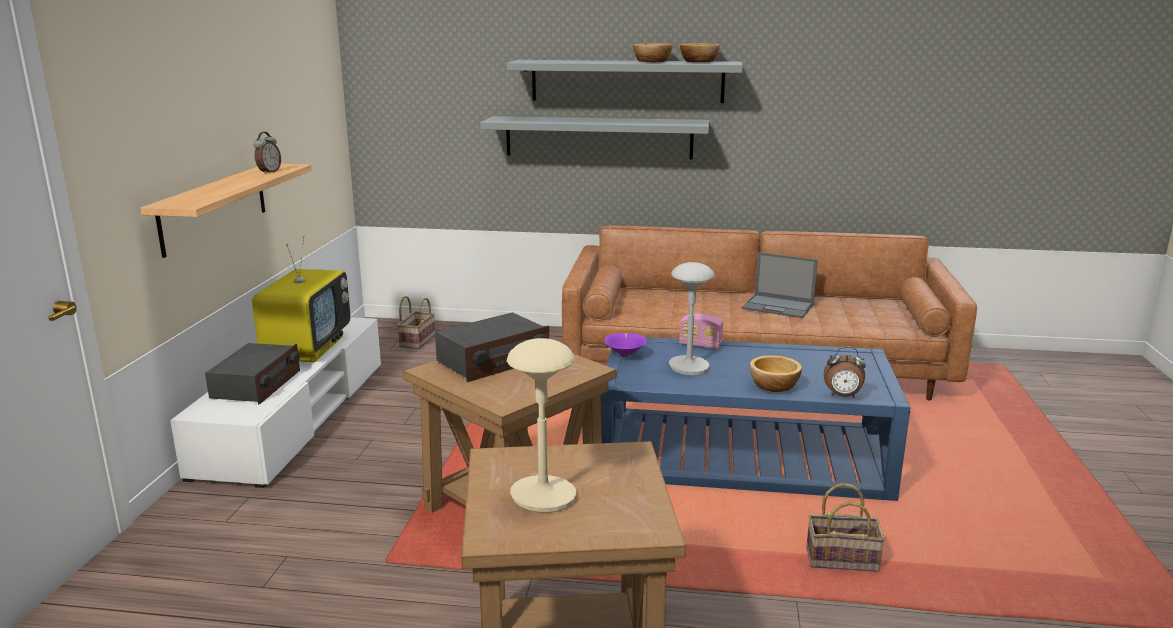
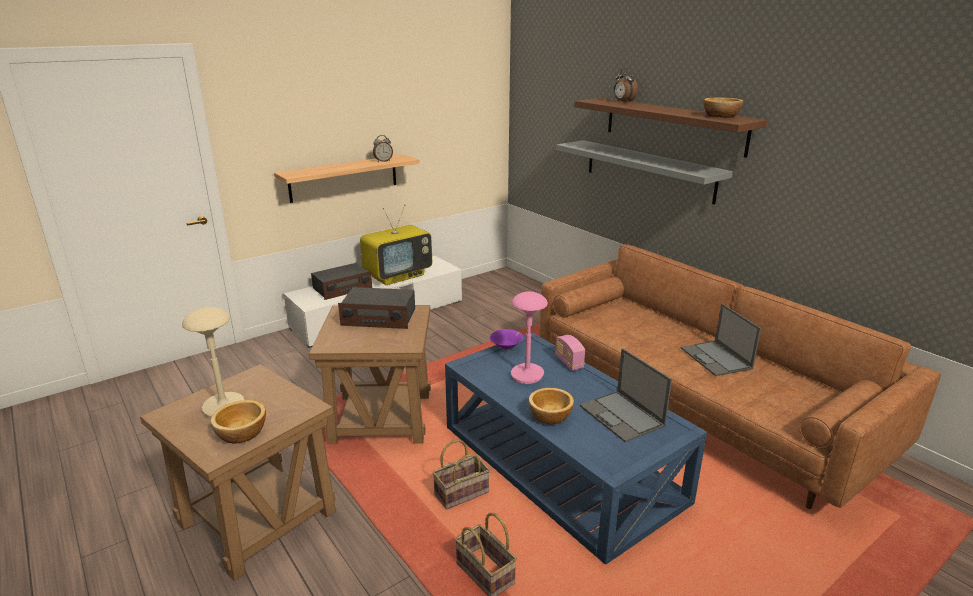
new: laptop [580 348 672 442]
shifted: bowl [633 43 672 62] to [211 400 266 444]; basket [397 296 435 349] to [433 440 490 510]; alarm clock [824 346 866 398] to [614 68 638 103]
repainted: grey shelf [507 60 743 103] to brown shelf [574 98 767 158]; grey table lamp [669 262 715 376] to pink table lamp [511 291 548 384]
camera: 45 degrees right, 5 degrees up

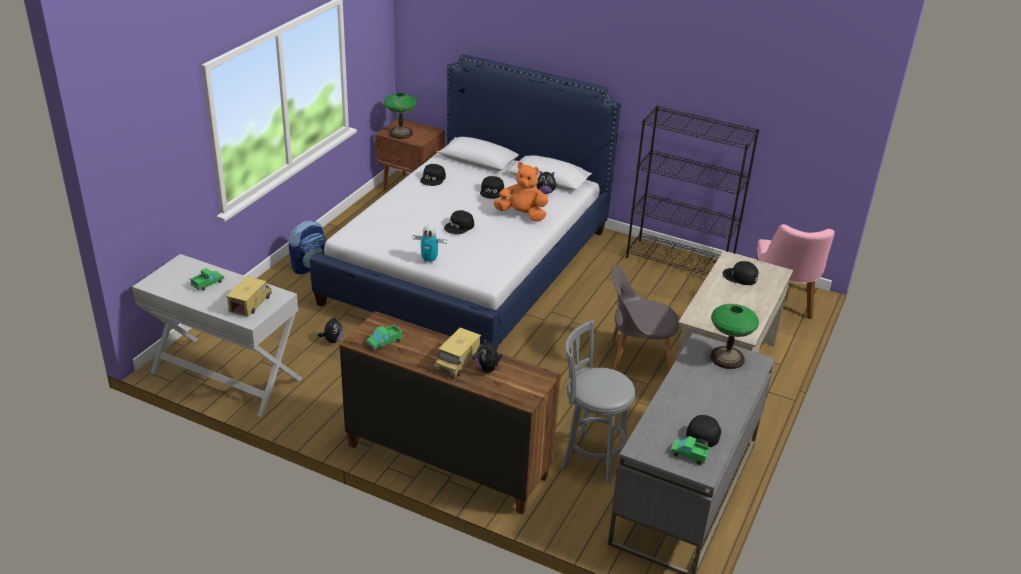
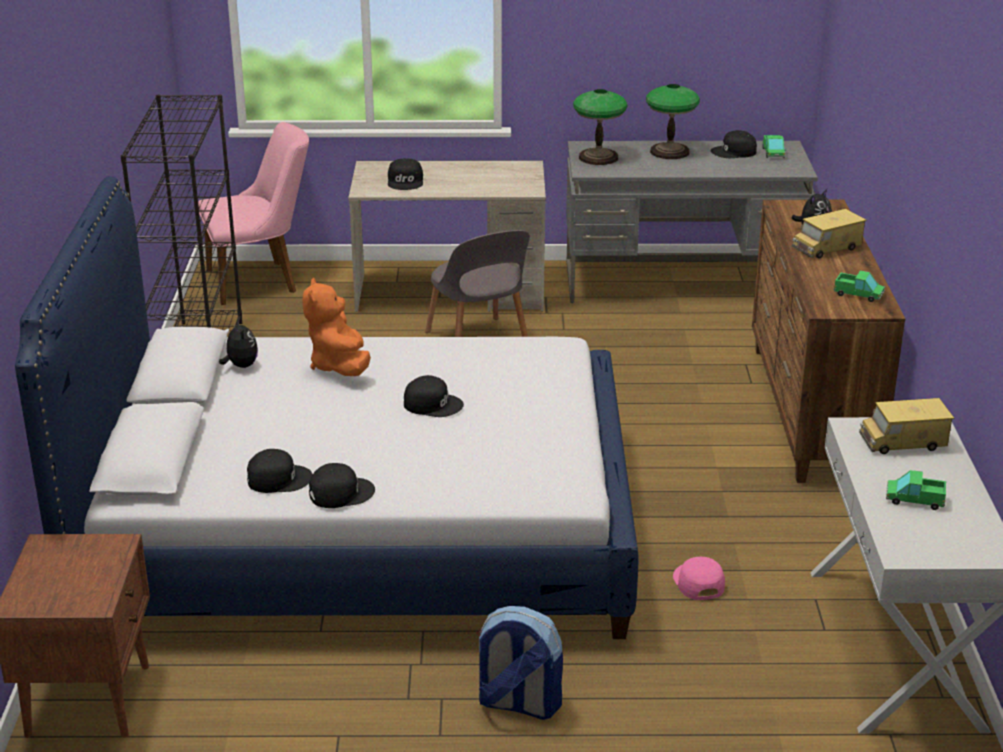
gone: toy robot [412 225 447 264]; grey stool [561 320 635 485]
shifted: table lamp [384 93 417 139] to [646 84 700 159]; black cap [480 176 504 199] to [309 463 375 508]
swapped: plush toy [318 315 343 343] to pink cap [673 557 725 600]
rotated: toy truck [434 327 481 378] = [792 209 867 258] 150 degrees clockwise
camera: 115 degrees left, 5 degrees down

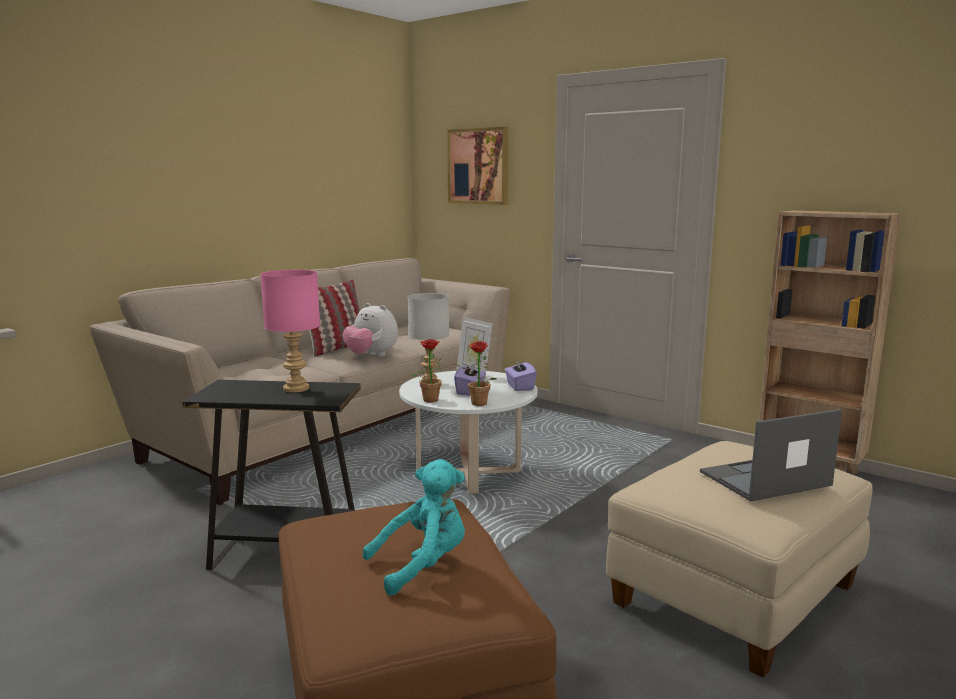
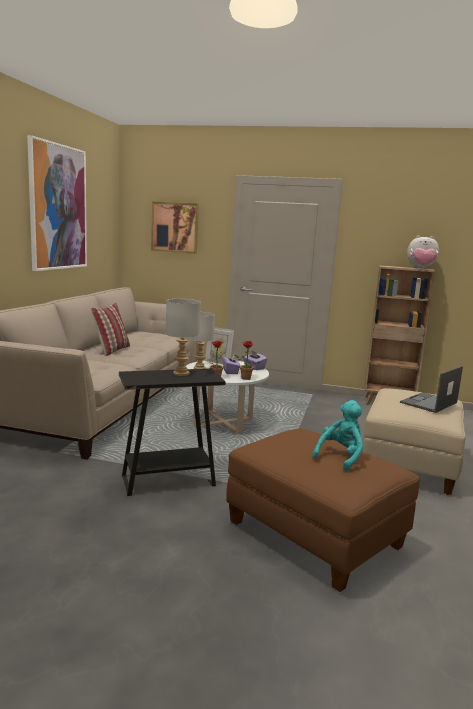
new: picture [27 135 87 271]
shifted: plush toy [343 303 398 356] to [407 235 439 269]
repainted: pink table lamp [260 270 320 393] to grey table lamp [165 299 201 376]
camera: 25 degrees left, 0 degrees up

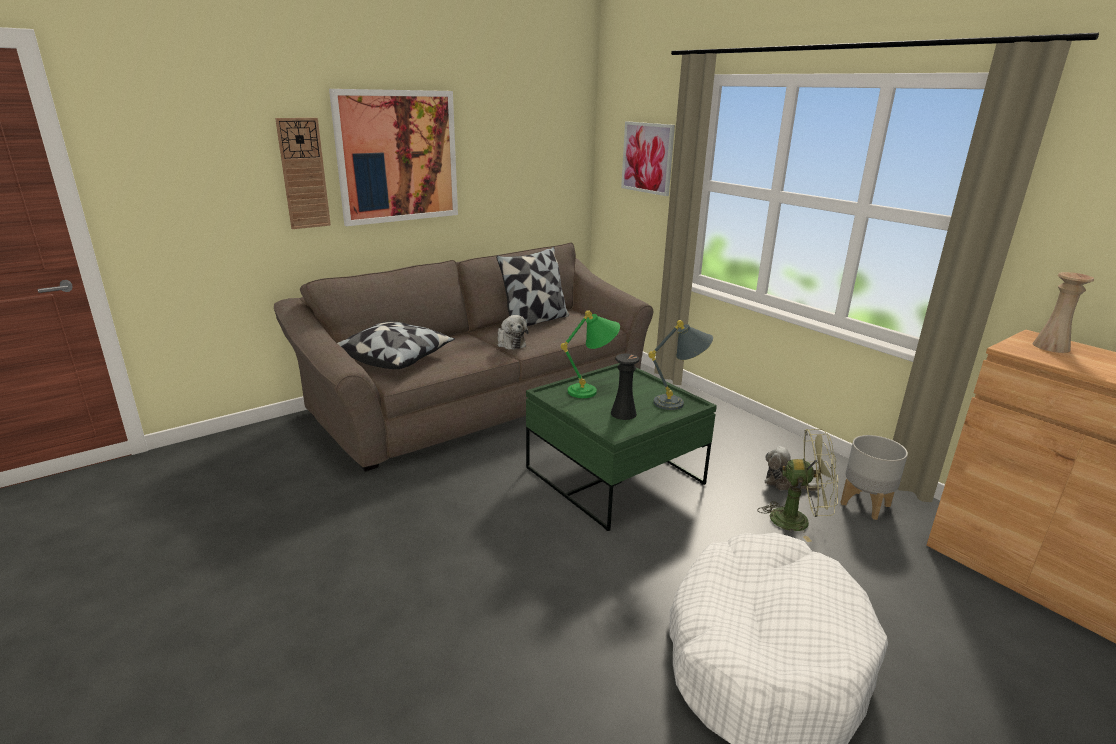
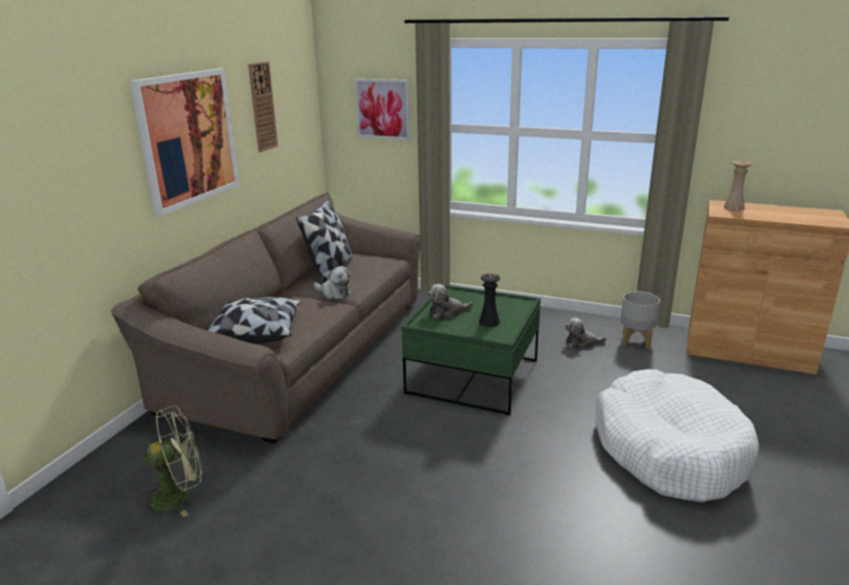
gone: grey table lamp [648 320 713 410]
shifted: wall clock [275 118 331 229] to [248 61 278 152]; green fan [758 429 838 542] to [139 406 202 517]
swapped: green table lamp [560 310 620 398] to plush toy [427 284 473 319]
camera: 30 degrees left, 0 degrees up

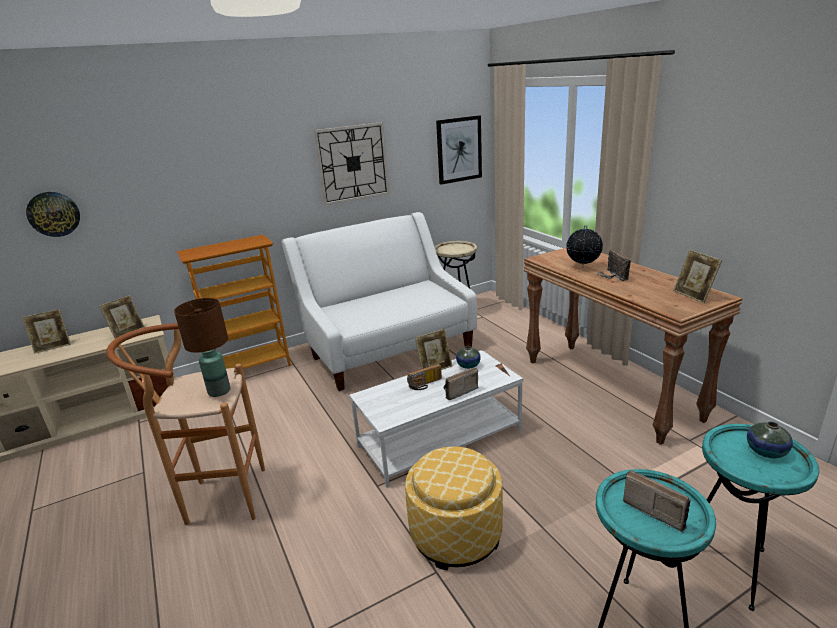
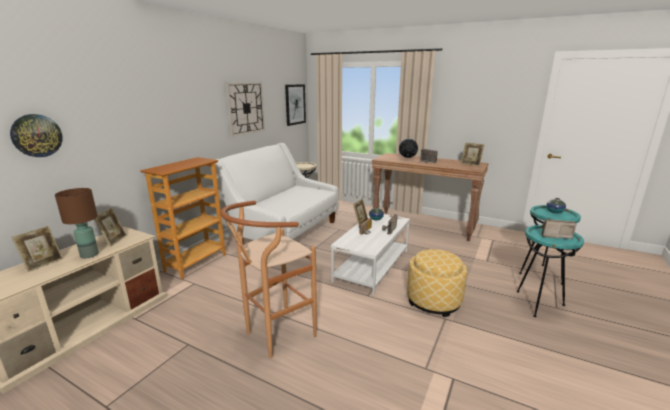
shifted: brown table lamp [174 298 231 397] to [55 188 99 258]
camera: 35 degrees left, 5 degrees down

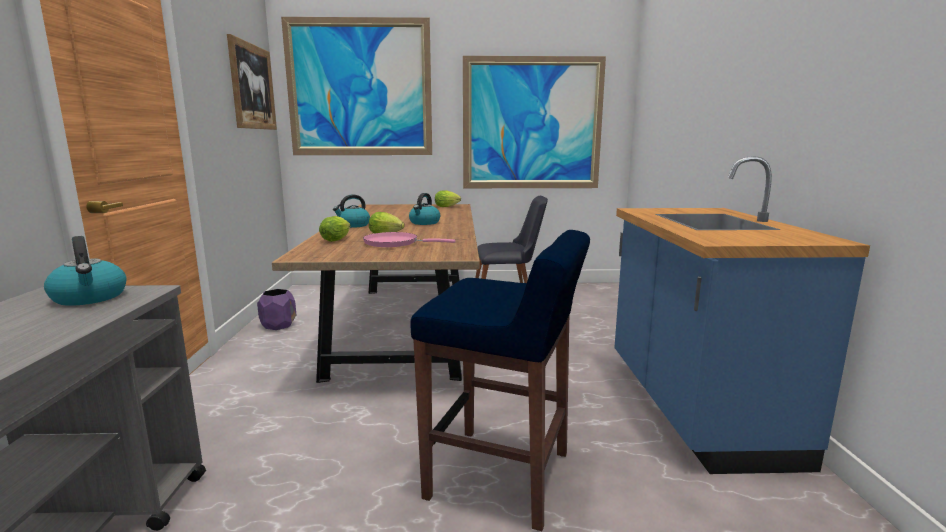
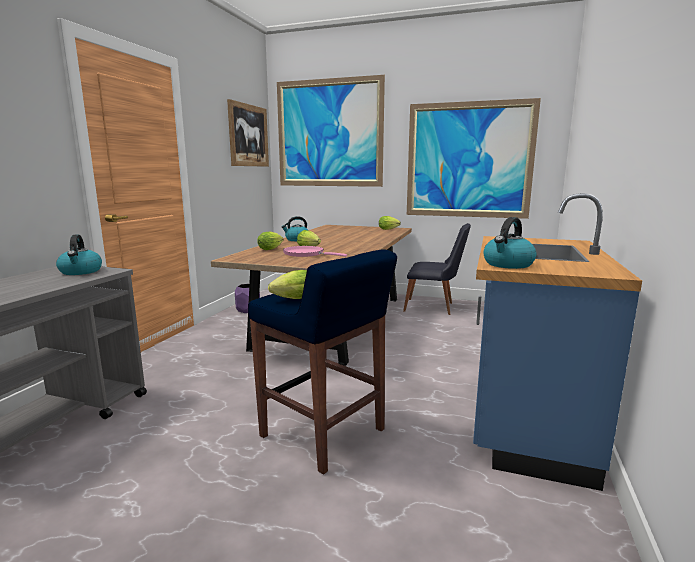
new: lettuce [268 270 307 299]
shifted: kettle [409 193 440 225] to [484 217 536 269]
camera: 20 degrees right, 0 degrees up

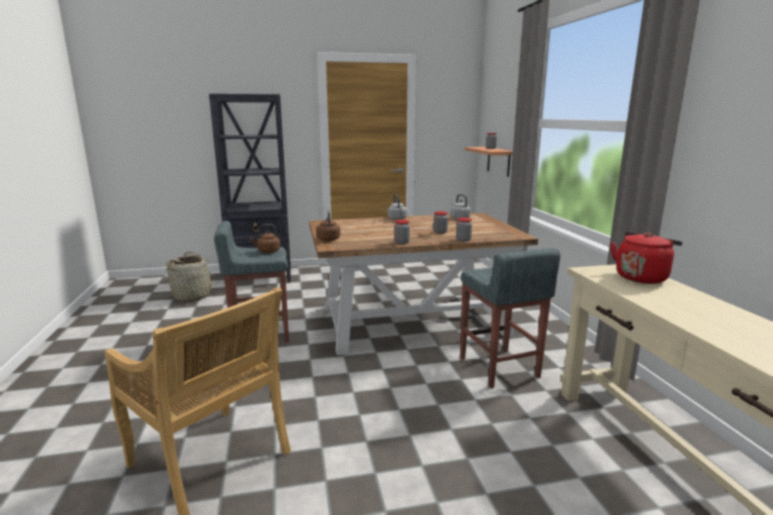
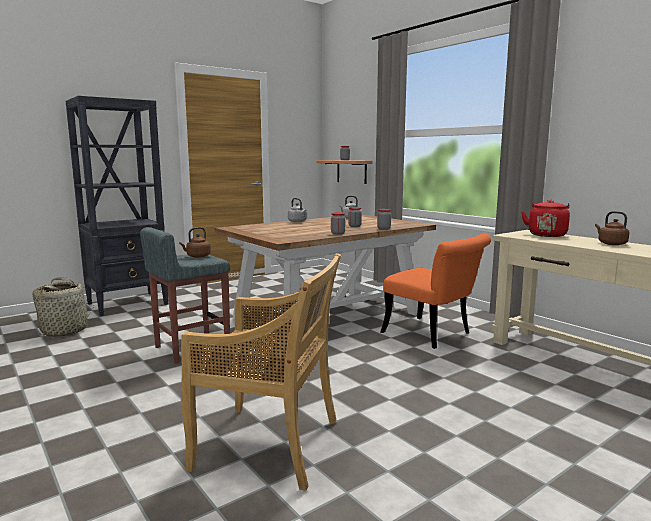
shifted: brown kettle [316 210 340 241] to [595 211 629 245]
swapped: grey stool [460 248 560 388] to orange chair [380 234 491 349]
camera: 25 degrees left, 5 degrees down

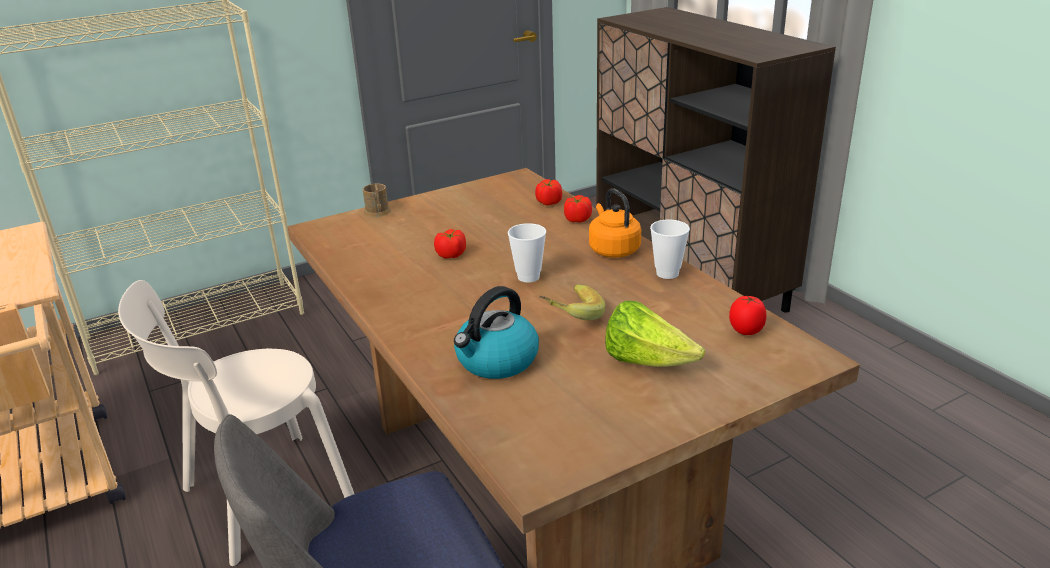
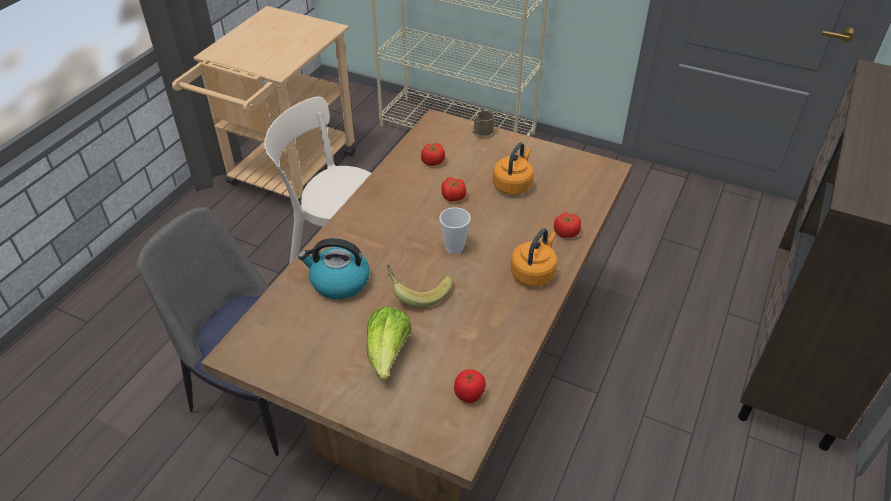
gone: cup [650 220 690 279]
new: orange kettle [493 142 534 195]
shifted: tomato [535 179 562 206] to [421 143 445 166]
camera: 55 degrees right, 15 degrees up

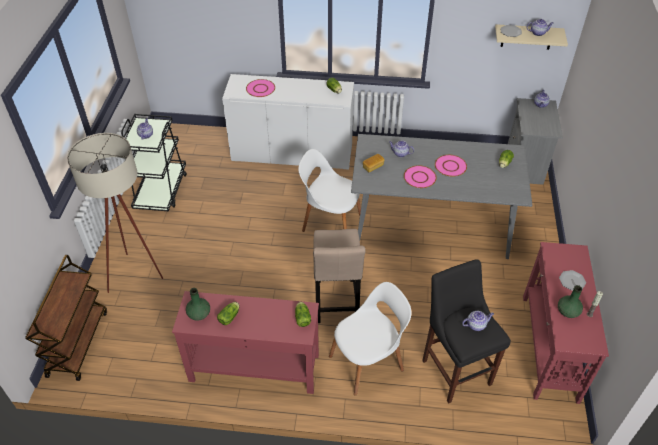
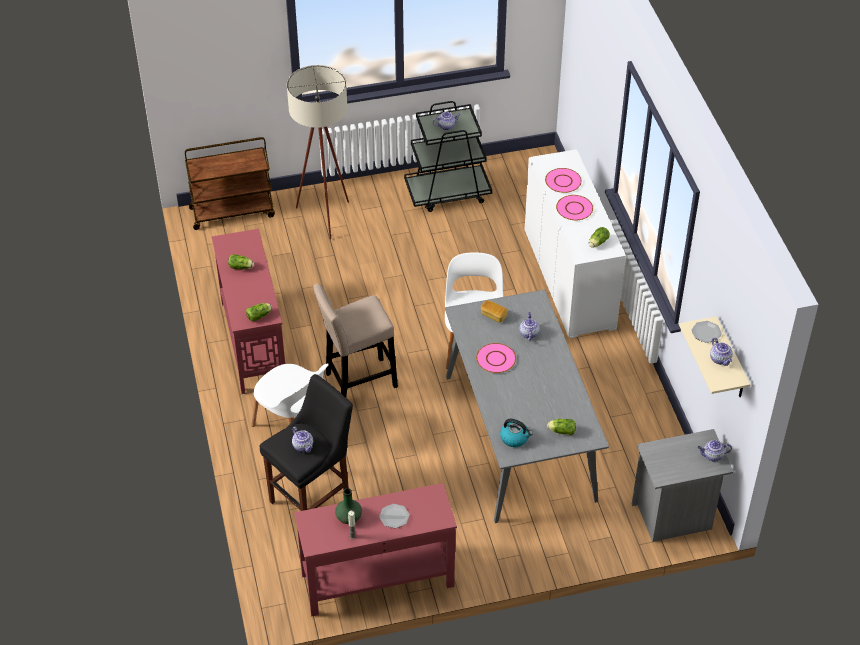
gone: green vase [186 288 210 321]
new: kettle [500 419 533 447]
shifted: pink plate [435 155 467 177] to [556 195 593 220]
camera: 70 degrees right, 0 degrees up

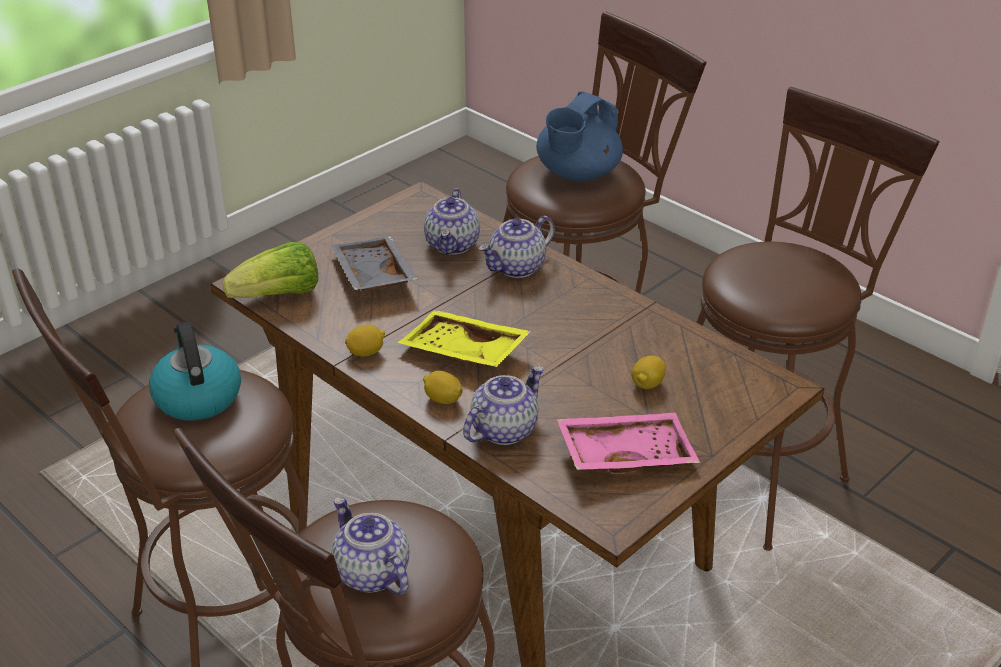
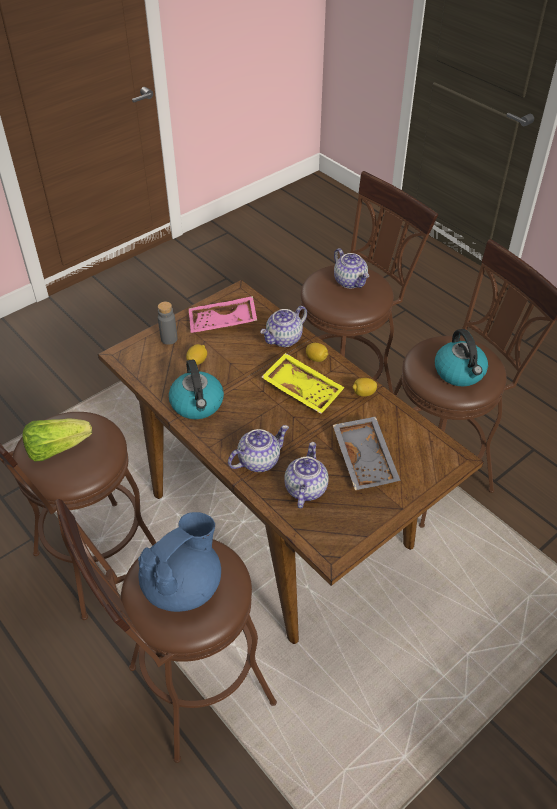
new: grey bottle [158 302 177 345]; kettle [169 359 224 419]
shifted: lettuce [223 242 318 298] to [22 418 92 462]
camera: 175 degrees left, 10 degrees up

